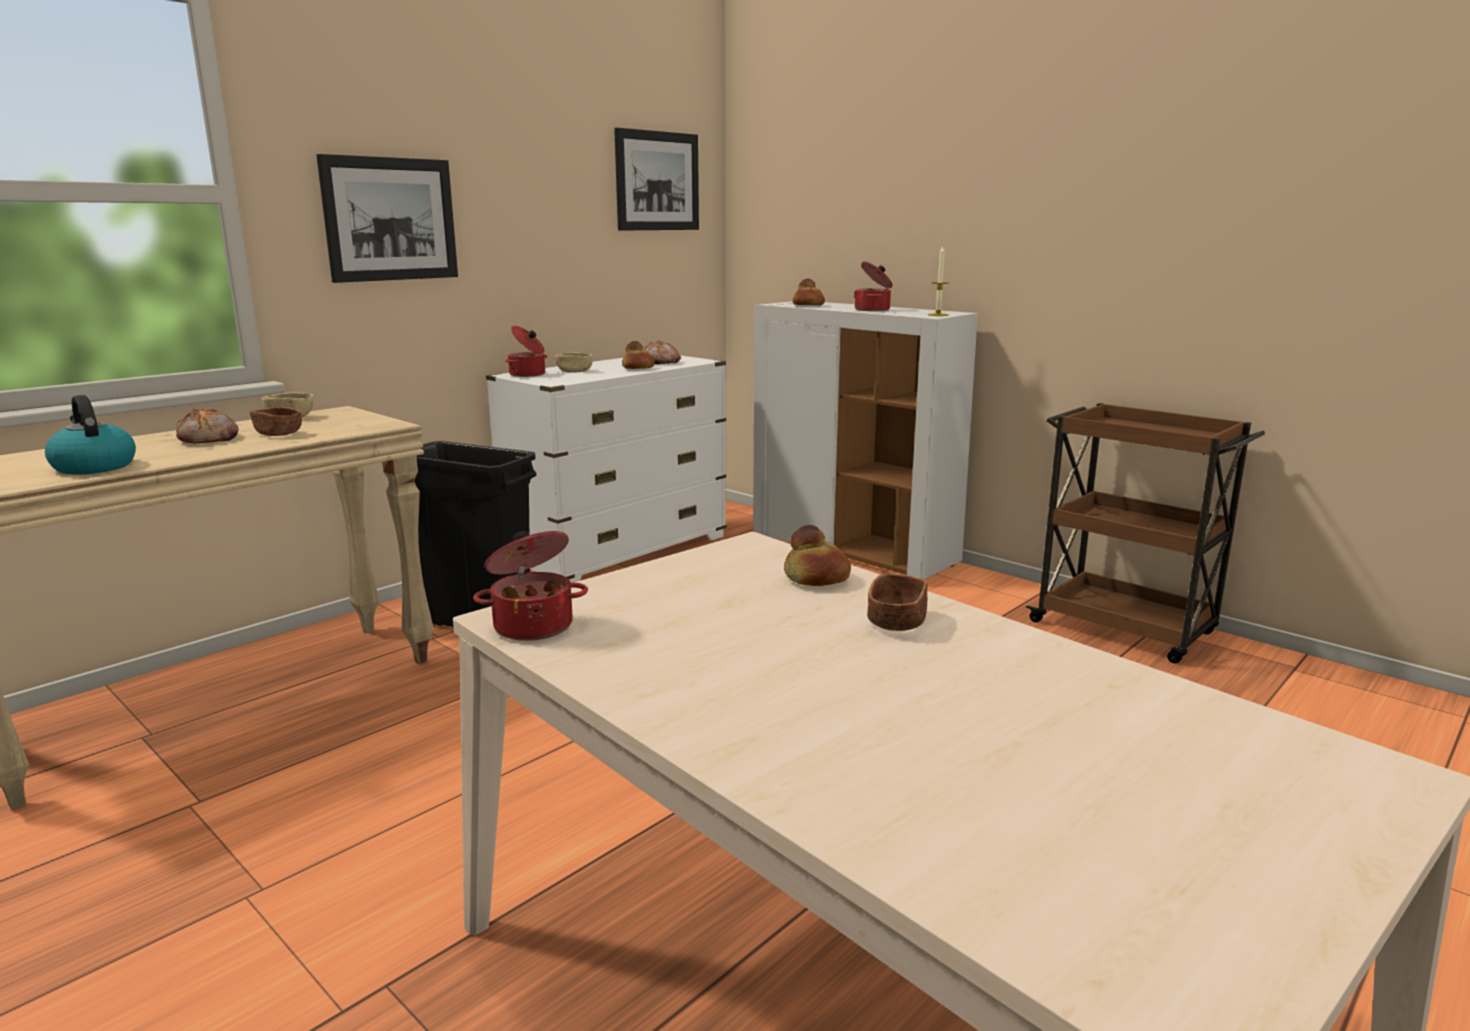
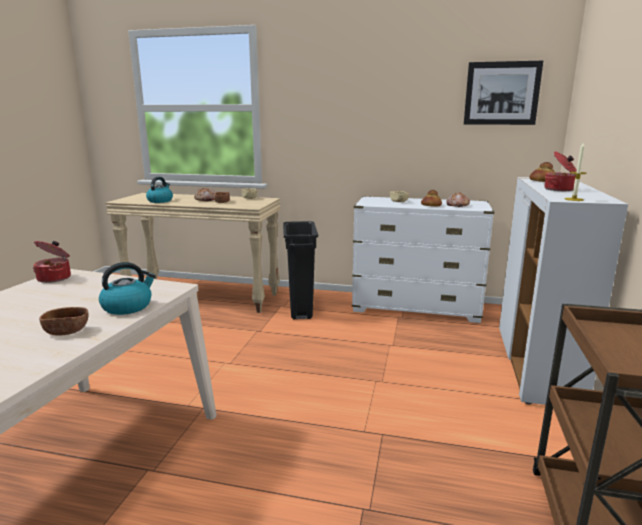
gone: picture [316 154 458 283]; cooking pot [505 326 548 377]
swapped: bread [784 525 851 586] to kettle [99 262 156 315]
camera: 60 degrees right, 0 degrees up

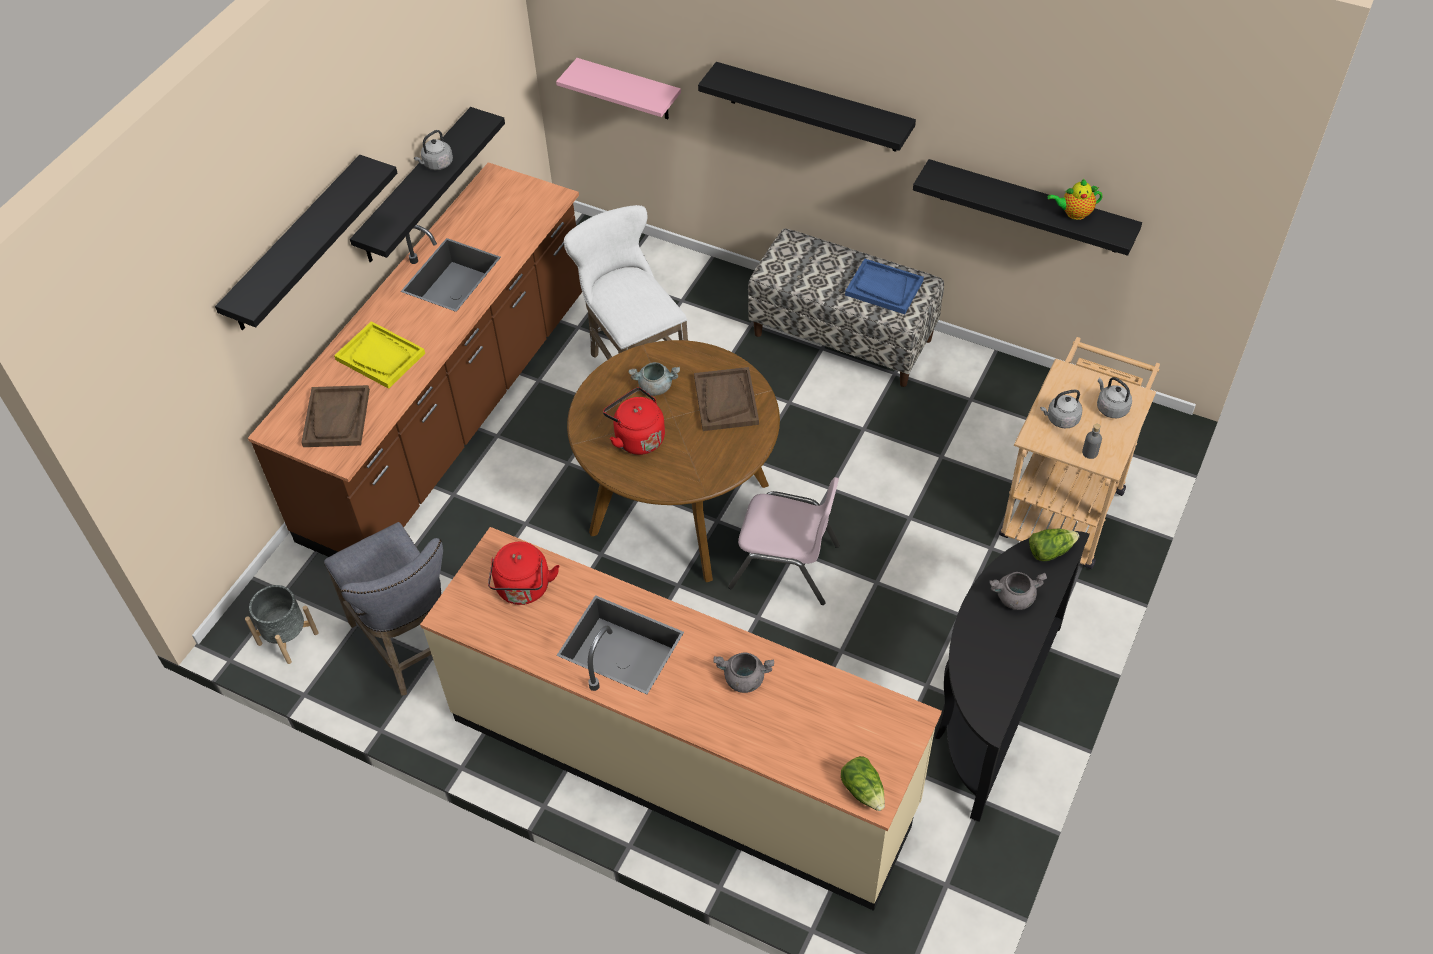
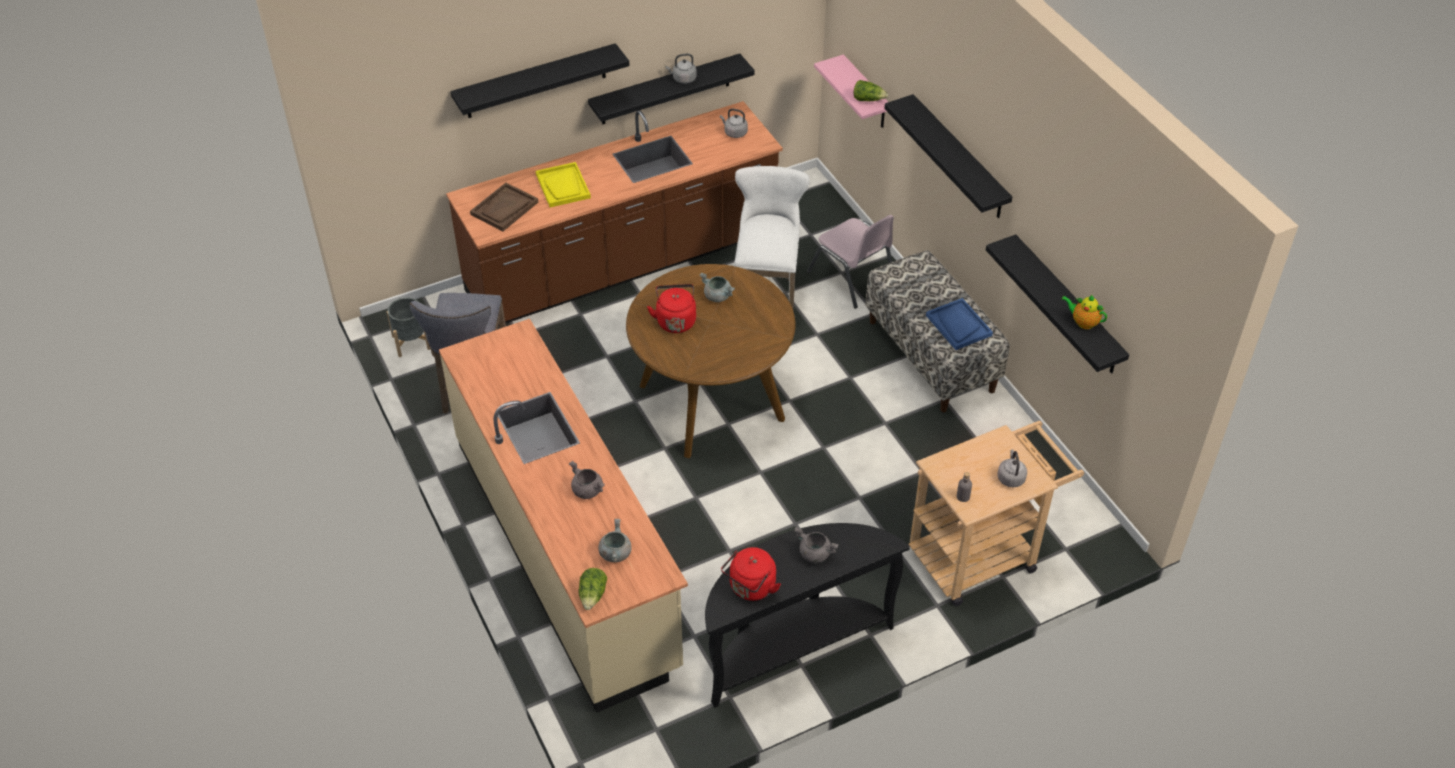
gone: brown tray [694 367 759 431]
new: grey cooking pot [598 519 632 562]
shifted: grey kettle [1040 390 1082 428] to [720 109 748 138]; pink chair [728 477 840 605] to [807 215 894 309]; lettuce [1029 529 1079 561] to [854 80 888 101]; red kettle [488 542 559 605] to [721 547 781 601]
camera: 35 degrees right, 5 degrees down

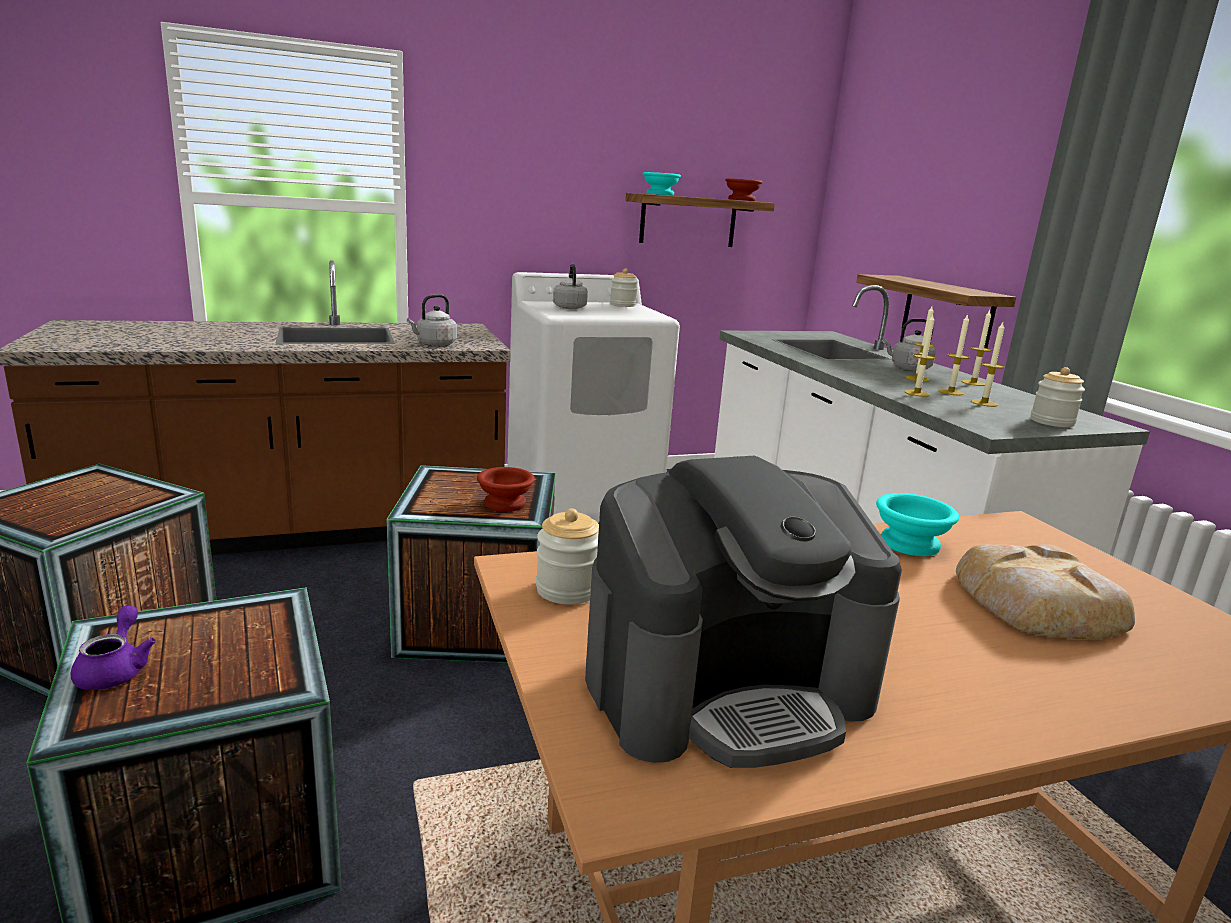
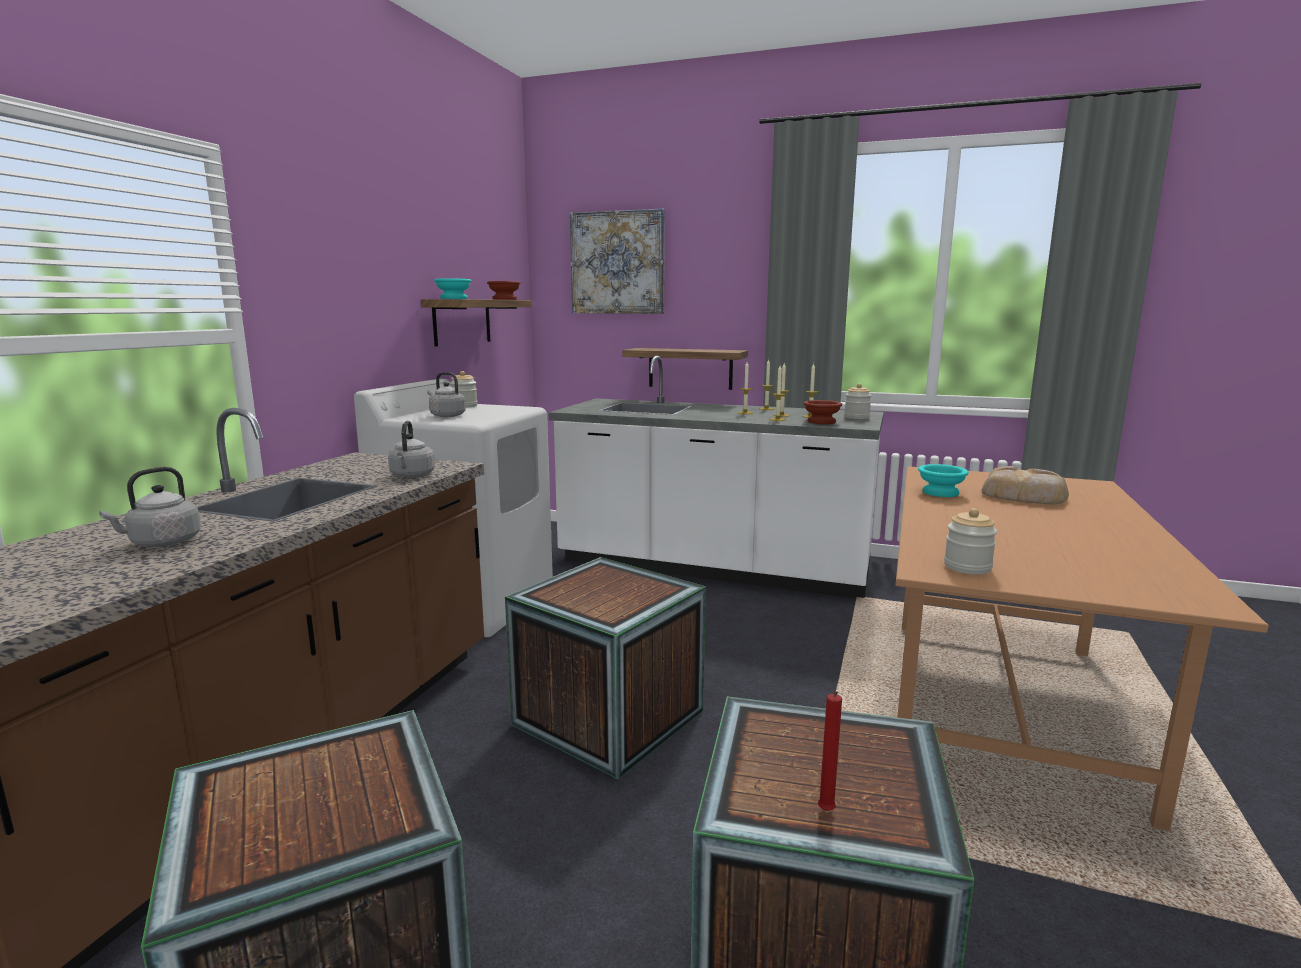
gone: coffee machine [585 455 902 768]
new: picture [570 208 665 314]
shifted: grey kettle [883 319 936 371] to [99 467 201 547]; brown bowl [477 467 535 512] to [804 400 842 424]
swapped: purple teapot [71 606 156 690] to red candle [818 691 842 811]
camera: 50 degrees left, 5 degrees down

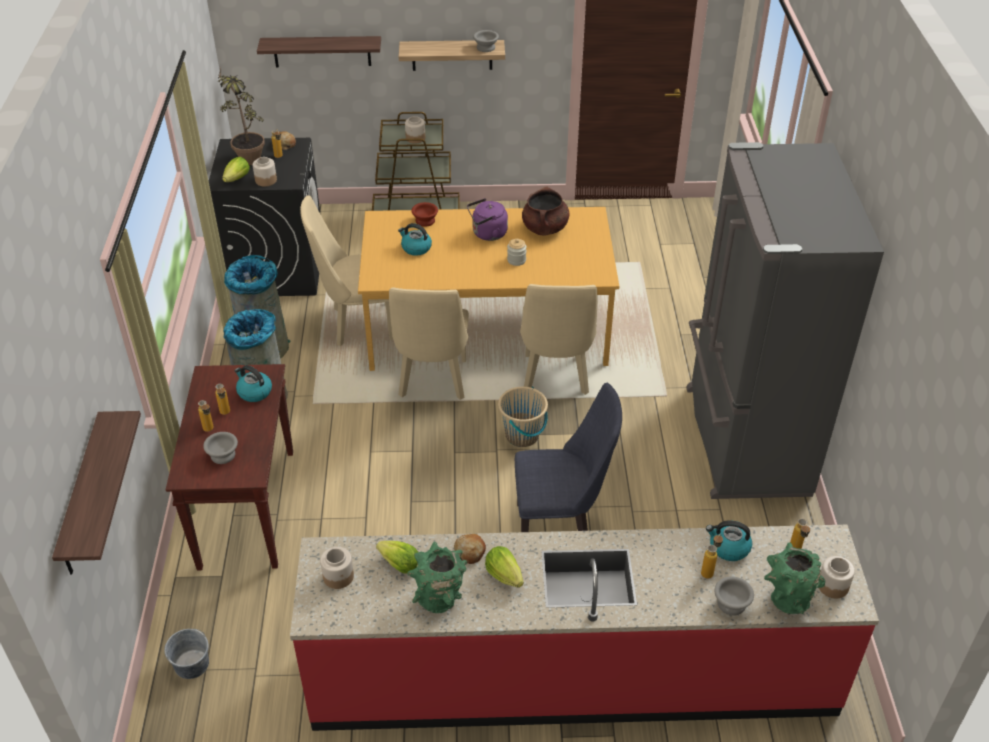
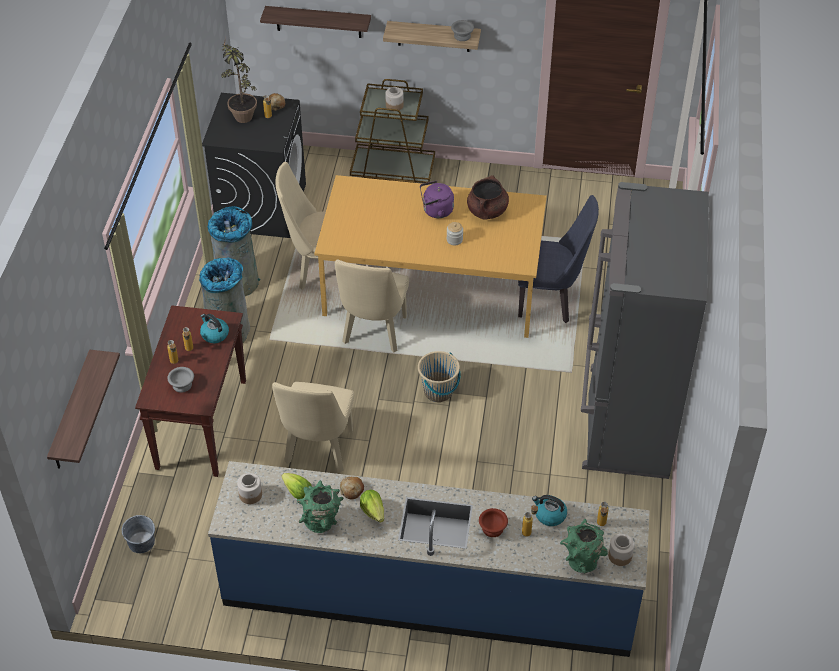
gone: lettuce [222 157 250 182]; jar [253 157 277 186]; kettle [398 223 432 256]; grey bowl [714 577 754 616]
shifted: brown bowl [411 202 438 227] to [479 508 508 537]; beige chair [520 284 597 395] to [272 382 354 472]; blue chair [515 383 622 532] to [518 195 599 323]
repainted: red counter [290 525 879 731] to blue counter [208 461 650 657]
camera: 10 degrees right, 5 degrees up

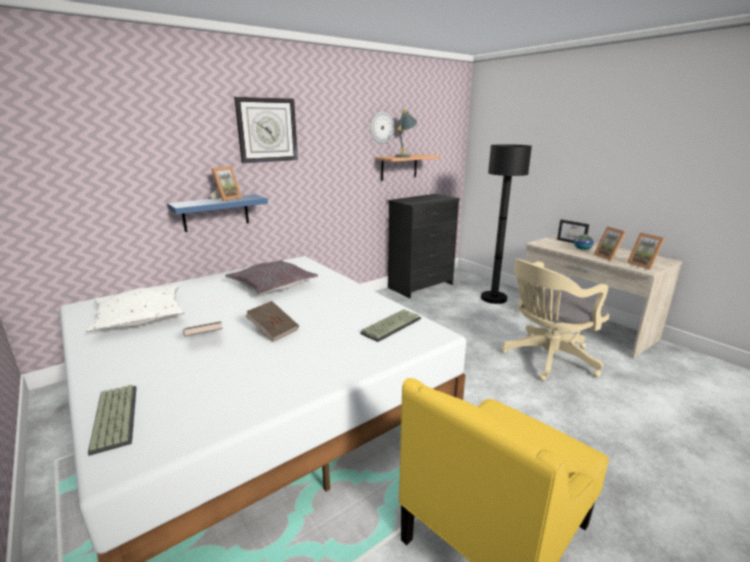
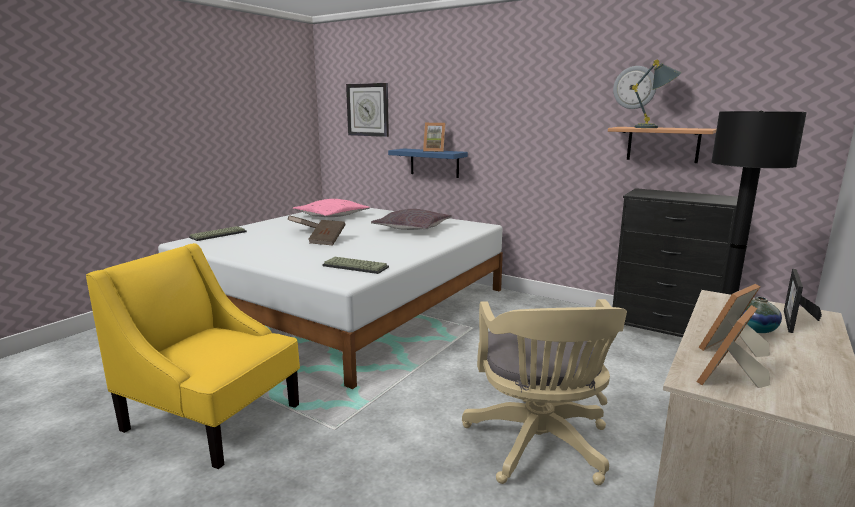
shifted: wall clock [234 97 298 163] to [346 83 389 137]
repainted: white pillow [86 285 184 332] to pink pillow [293 199 370 217]
rotated: beige office chair [501 259 609 381] = [462 299 627 485] 135 degrees counterclockwise
camera: 70 degrees right, 5 degrees down

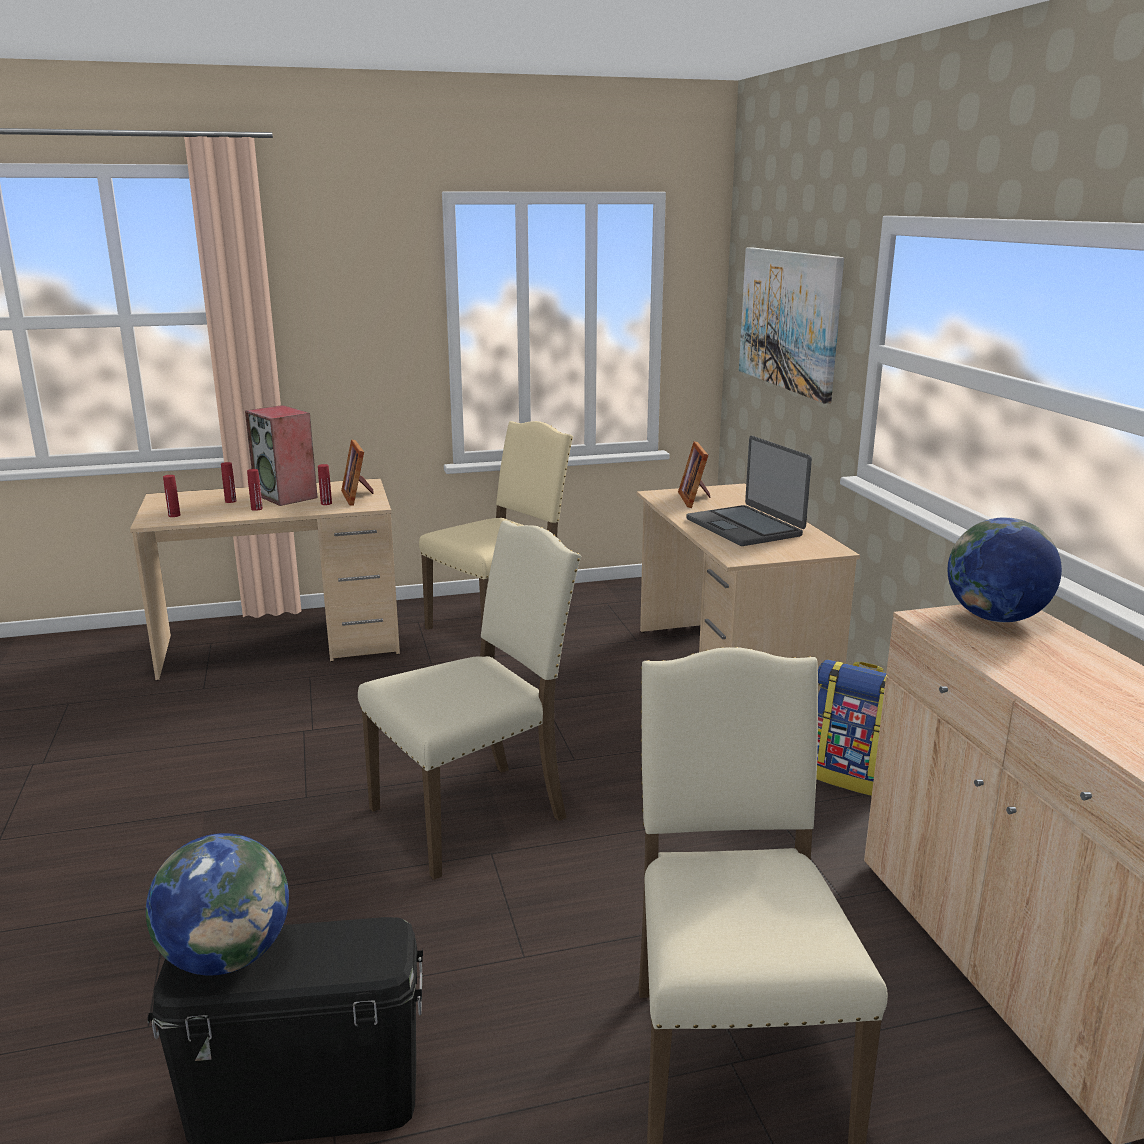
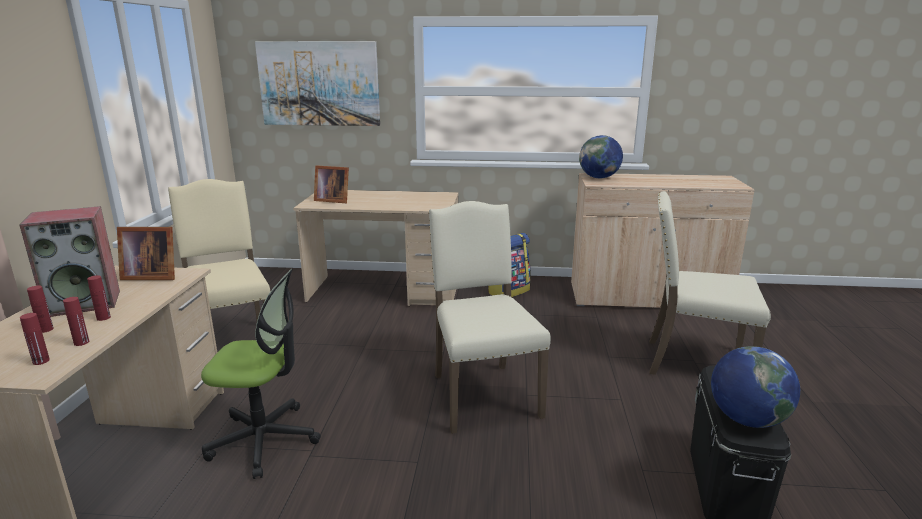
gone: laptop [686 436 812 546]
new: office chair [201 269 321 479]
shifted: red bottle [318 464 332 505] to [63 297 89 346]
camera: 70 degrees left, 0 degrees up

